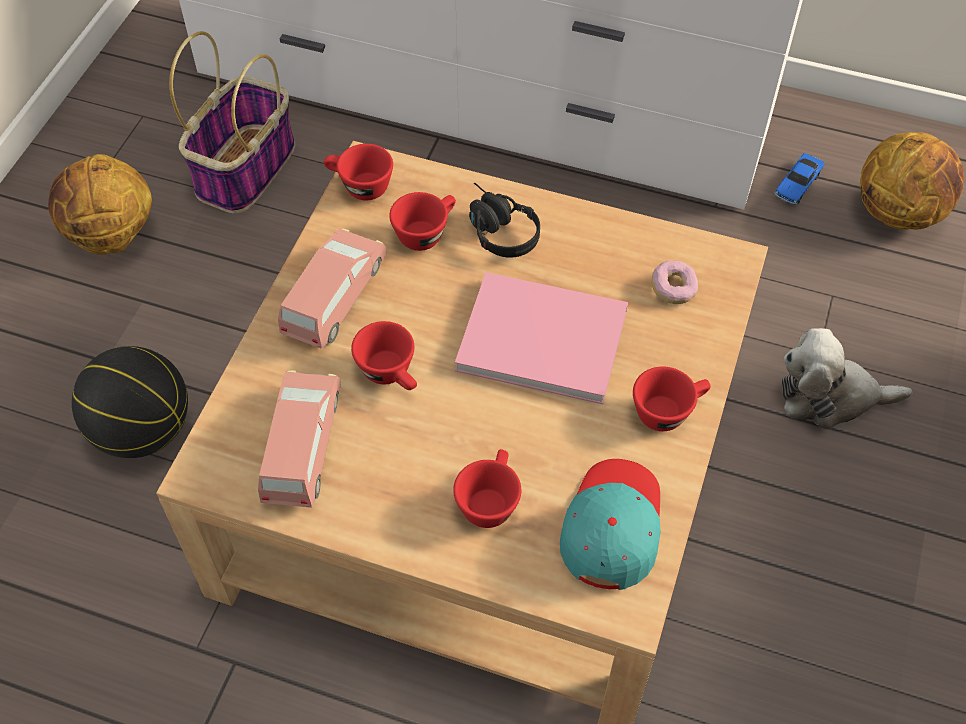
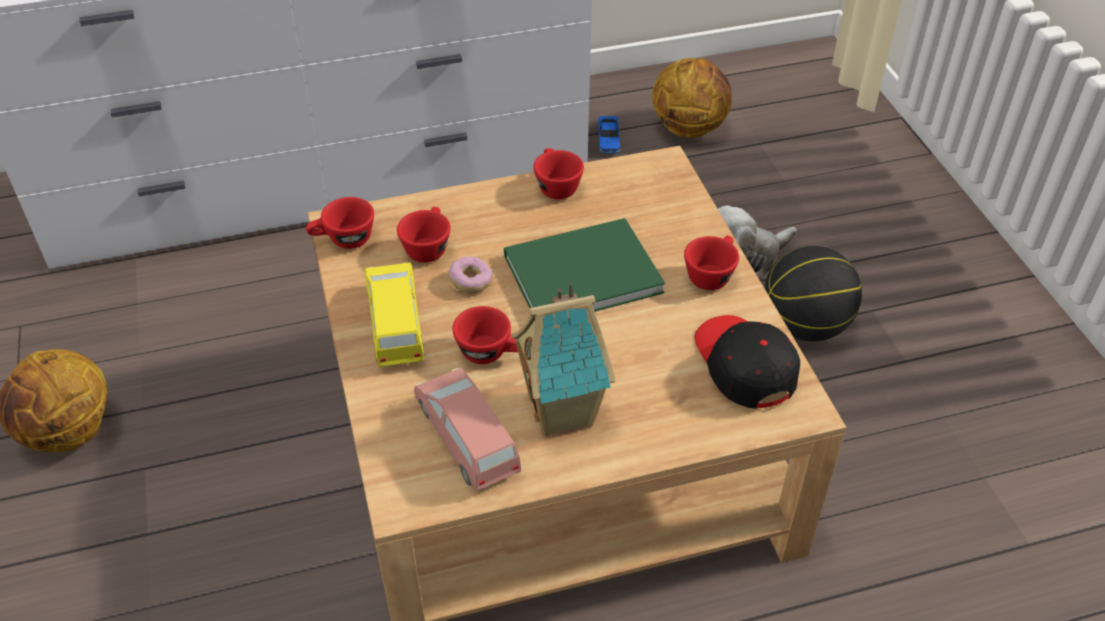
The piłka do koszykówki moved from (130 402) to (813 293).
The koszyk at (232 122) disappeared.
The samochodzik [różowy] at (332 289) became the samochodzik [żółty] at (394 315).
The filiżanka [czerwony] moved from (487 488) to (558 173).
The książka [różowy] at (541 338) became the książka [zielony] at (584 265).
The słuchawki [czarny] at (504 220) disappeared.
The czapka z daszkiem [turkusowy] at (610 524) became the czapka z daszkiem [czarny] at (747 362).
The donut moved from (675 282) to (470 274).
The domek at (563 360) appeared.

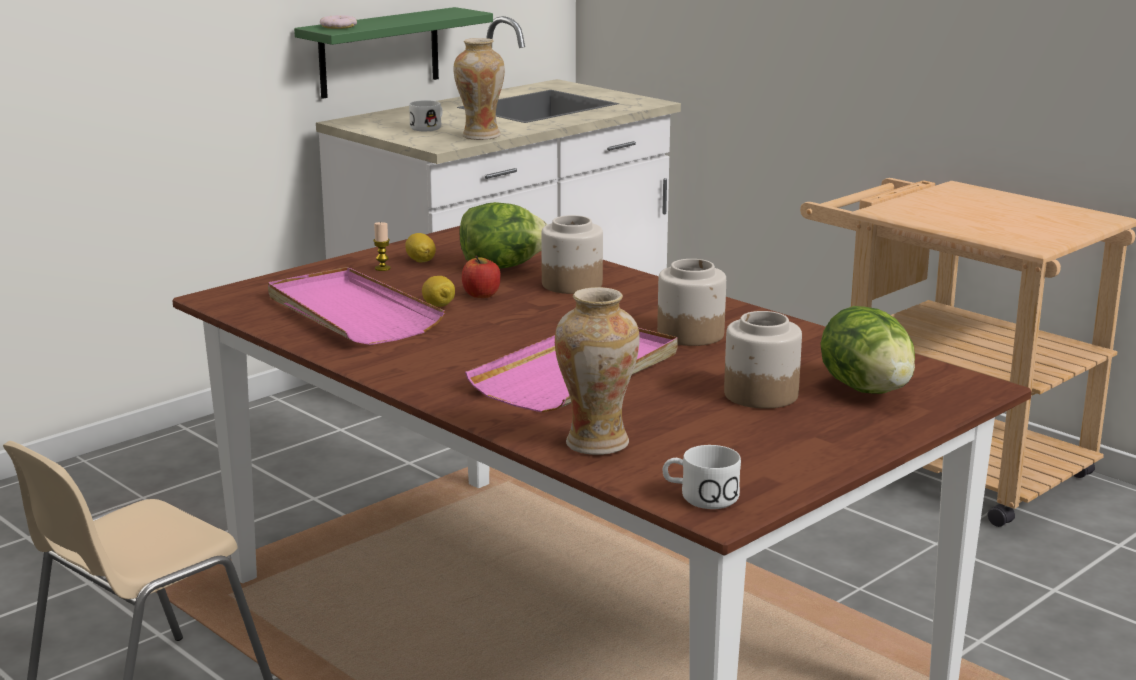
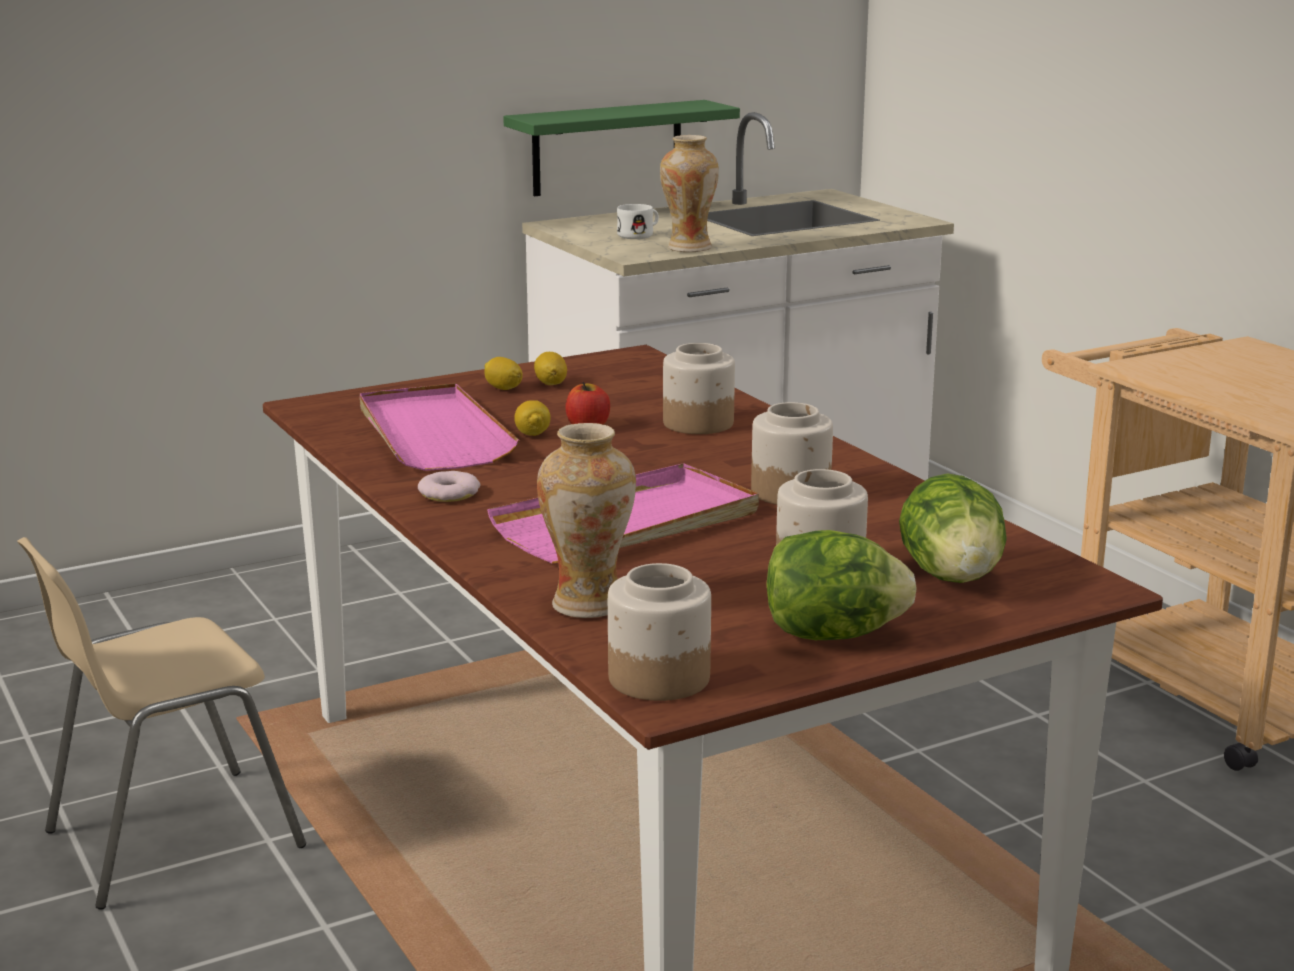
The donut moved from (338 22) to (449 486).
The świeca at (382 246) was replaced by the cytryna at (503 373).
The sałata moved from (503 235) to (841 585).
The kubek [biały] at (701 477) was replaced by the słoik at (659 632).

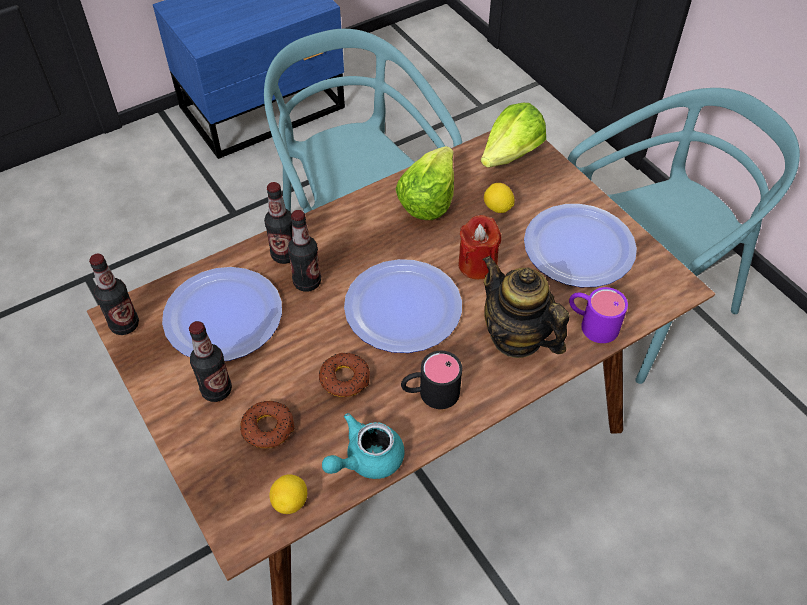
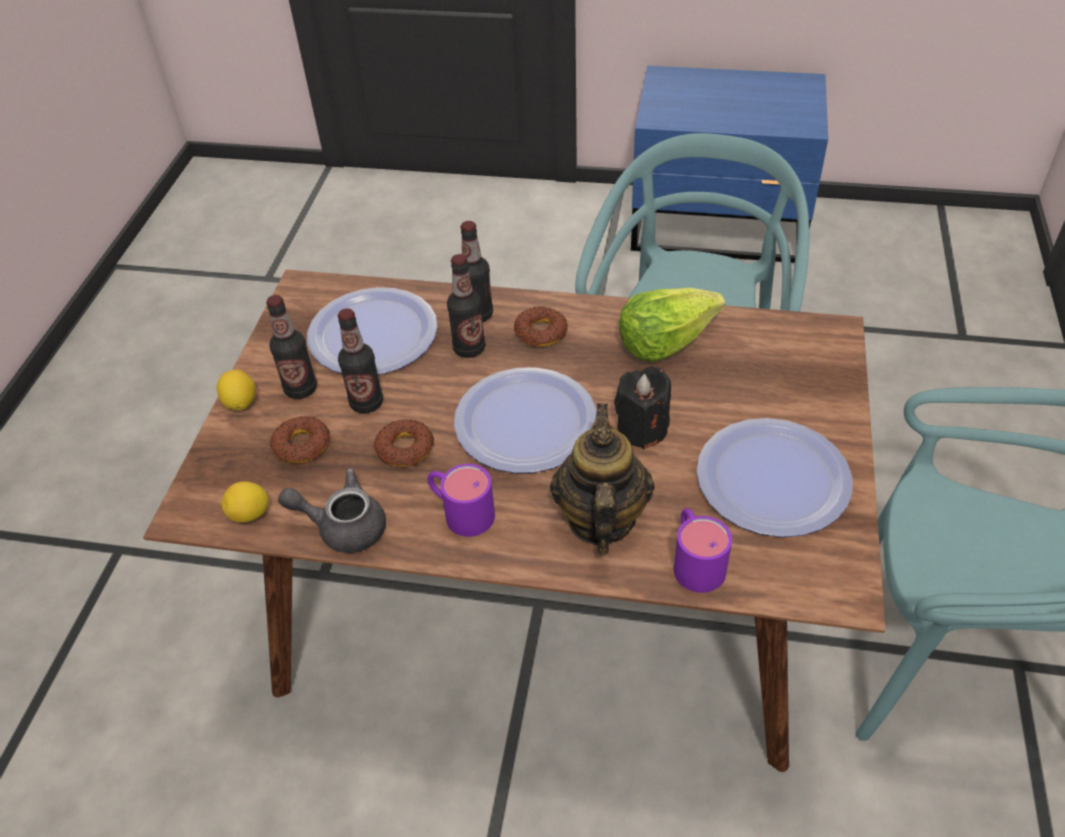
The butelka moved from (114 294) to (360 361).
The imbryk [turkusowy] at (363 446) became the imbryk [szary] at (332 510).
The kubek [czarny] at (431 380) became the kubek [fioletowy] at (461 500).
The świeca [czerwony] at (479 247) became the świeca [czarny] at (642 407).
The sałata at (513 135) disappeared.
The cytryna moved from (499 198) to (236 390).
The donut at (541 326) appeared.

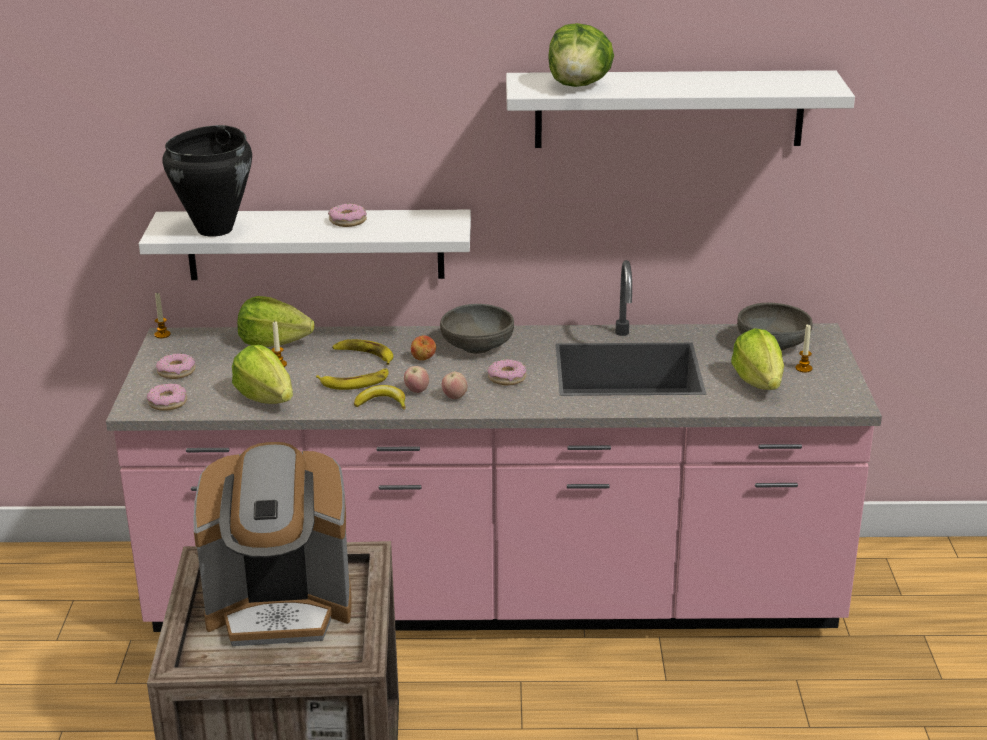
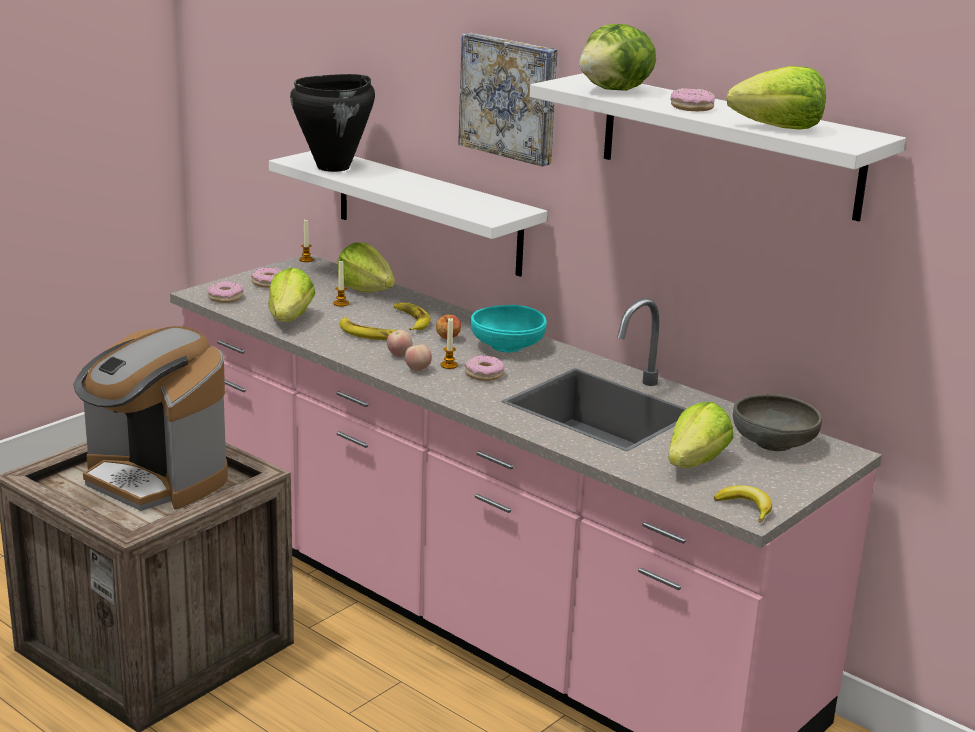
The donut moved from (347 215) to (693 99).
The banan moved from (380 397) to (743 504).
The miska [szary] at (477 329) became the miska [turkusowy] at (509 329).
The świeca moved from (803 348) to (449 343).
The obraz at (508 100) appeared.
The sałata at (776 98) appeared.

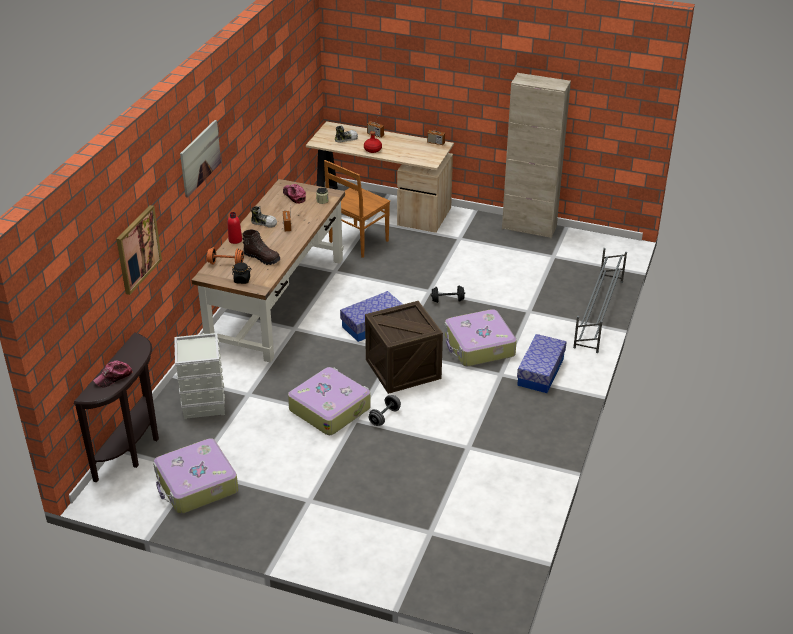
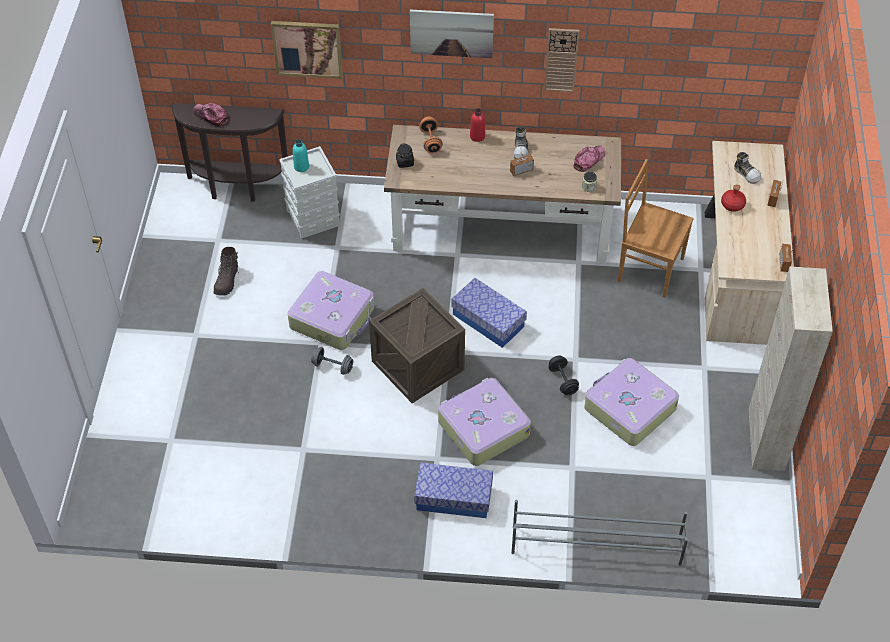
The walizka moved from (195 476) to (631 402).
The but z cholewką [brązowy] moved from (261 247) to (226 271).
The butelka [turkusowy] at (301 155) appeared.
The zegar ścienny at (561 60) appeared.

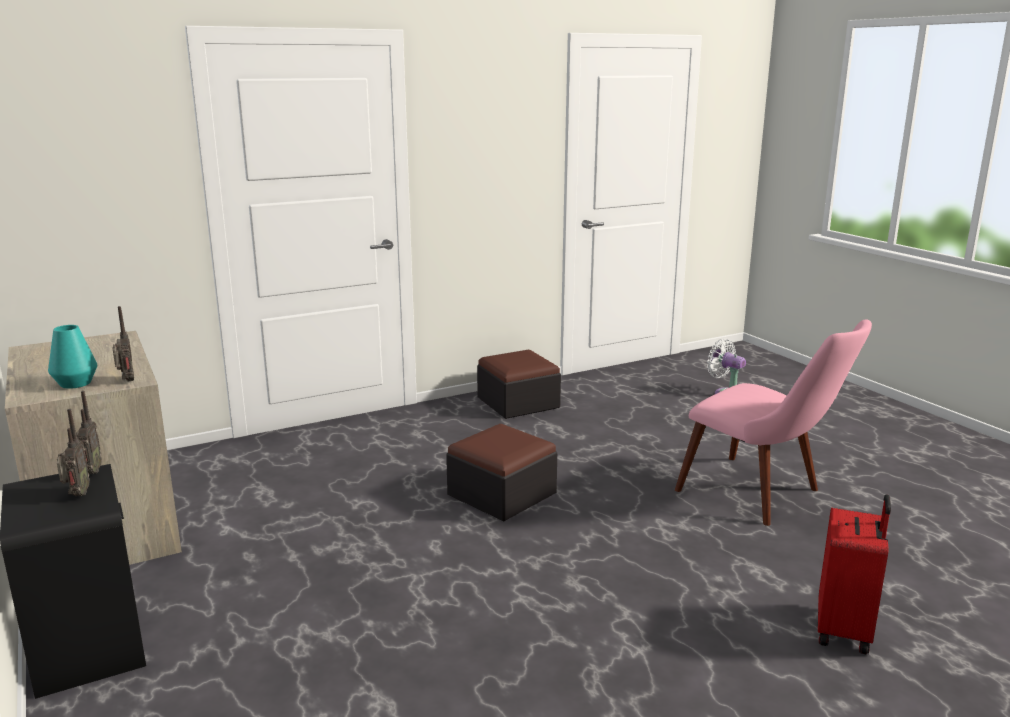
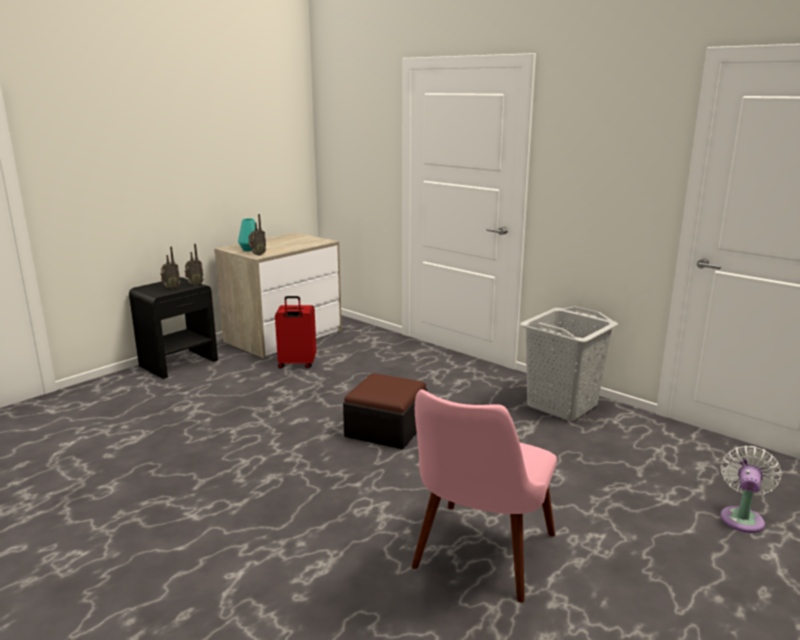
The pufa at (519 384) was replaced by the kosz na pranie [szary] at (569 364).
The walizka [czerwony] moved from (854 574) to (295 332).

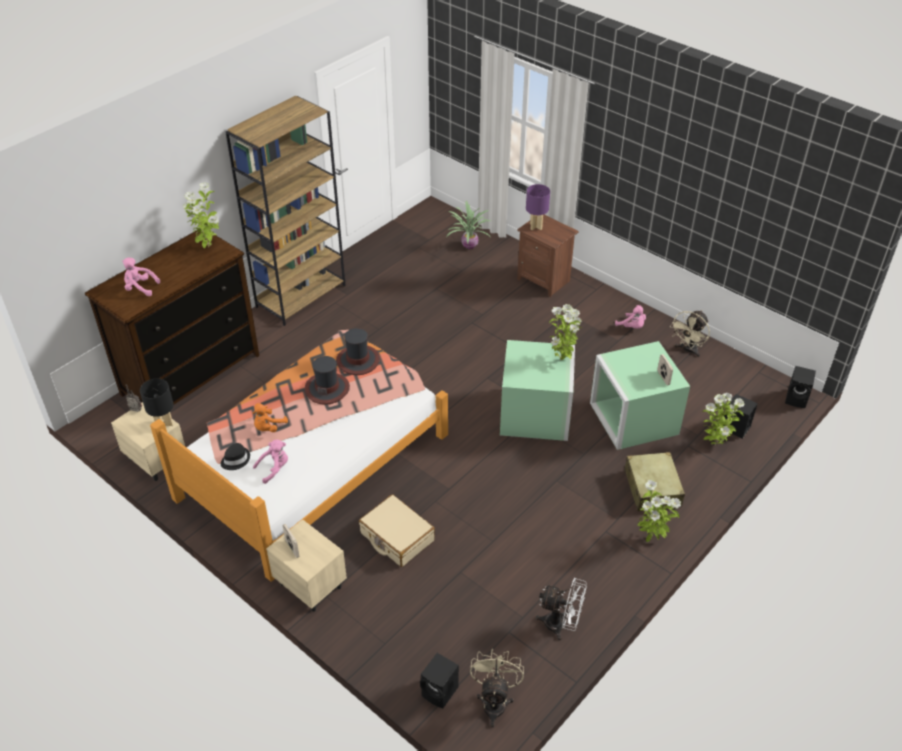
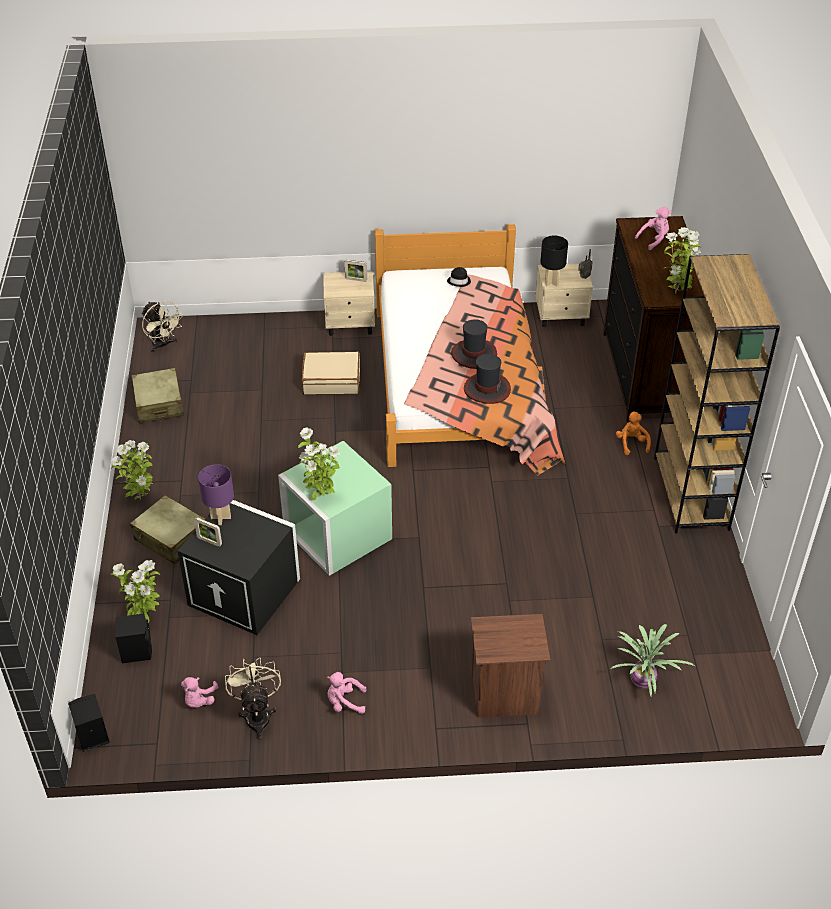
The pluszak [pomarańczowy] moved from (270 417) to (633 433).
The pluszak [różowy] moved from (270 462) to (199 692).
The głośnik [czarny] at (439 681) disappeared.
The lampa stołowa [fioletowy] moved from (538 207) to (216 494).
The wentylator [biały] at (561 609) was replaced by the walizka [beżowy] at (158 395).
The pojemnik do przechowywania [zielony] at (640 395) became the pojemnik do przechowywania [czarny] at (239 567).

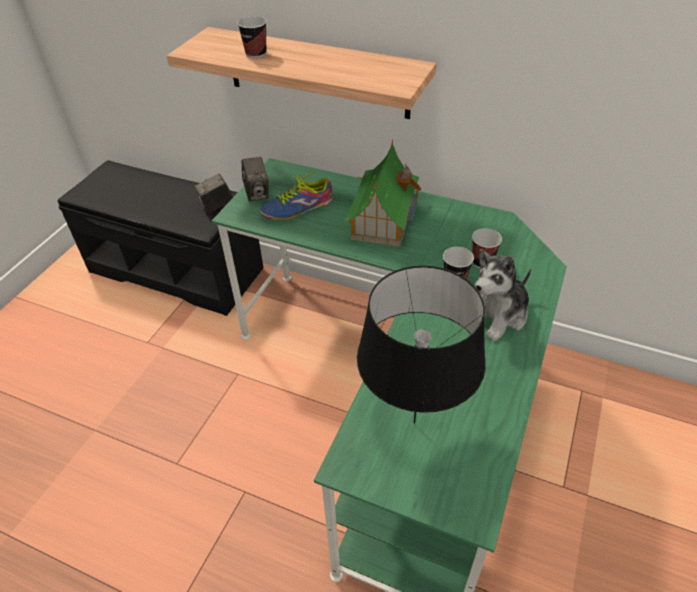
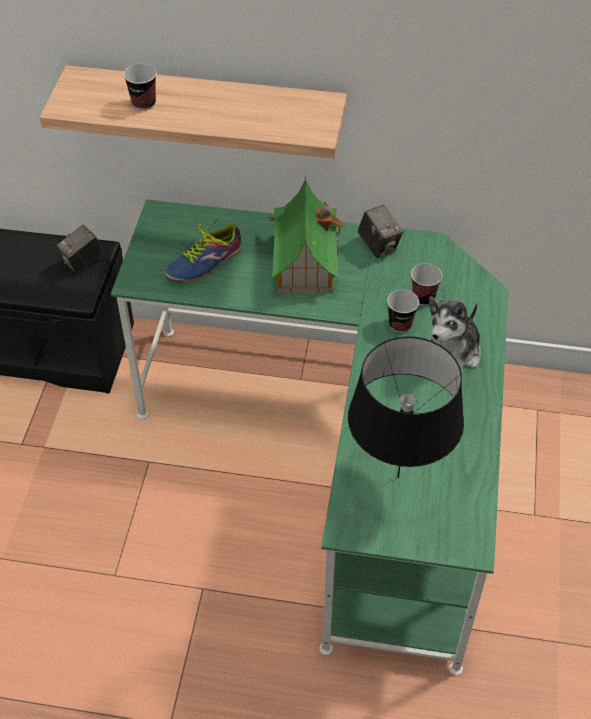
The aparat fotograficzny moved from (255 179) to (380 231).

